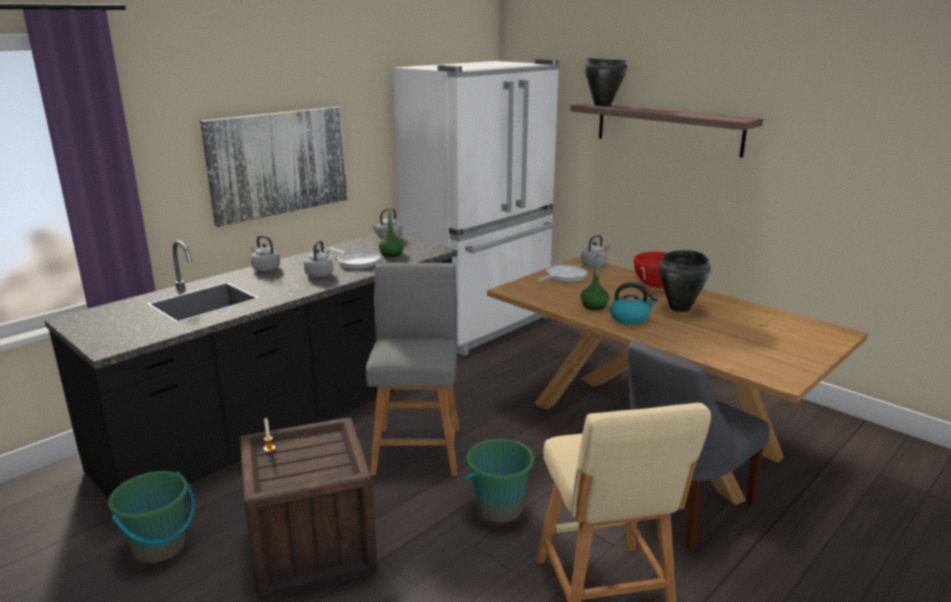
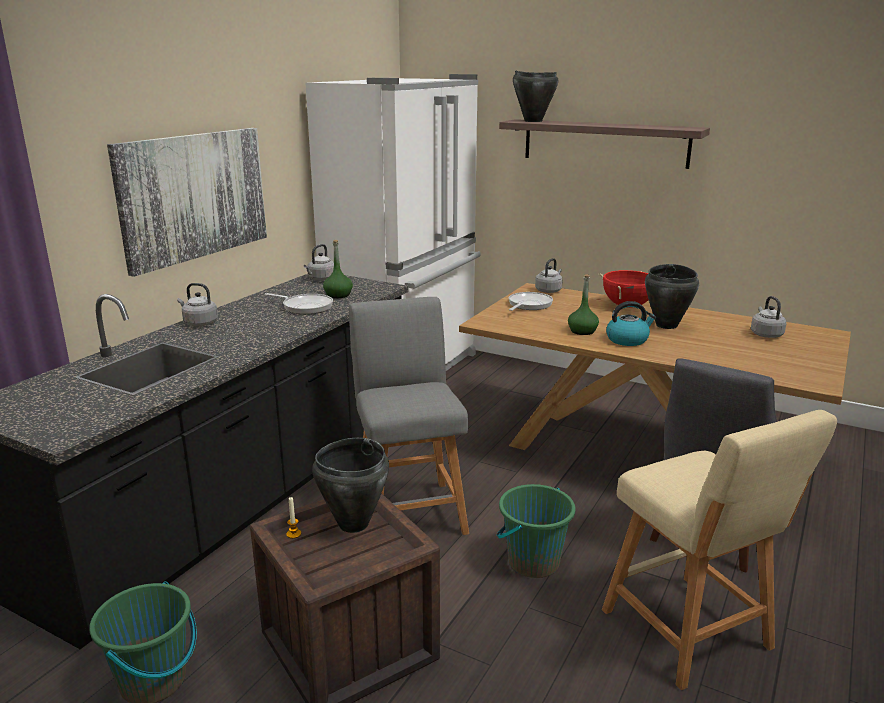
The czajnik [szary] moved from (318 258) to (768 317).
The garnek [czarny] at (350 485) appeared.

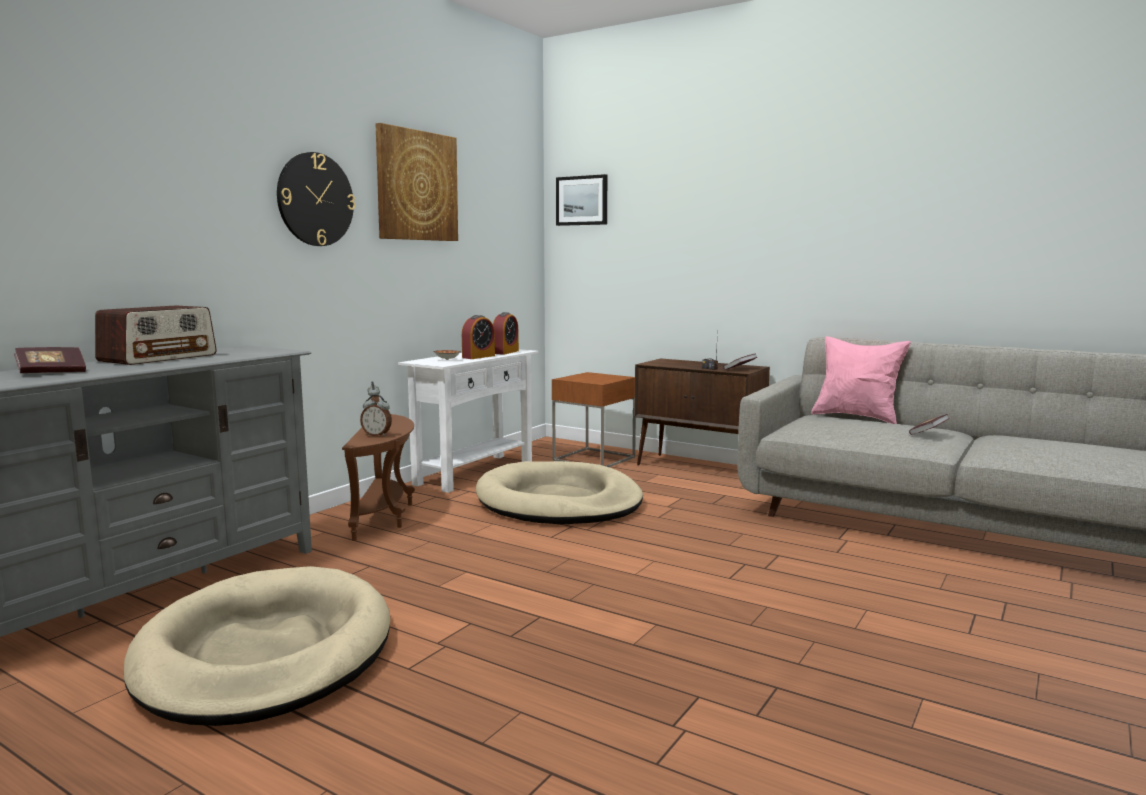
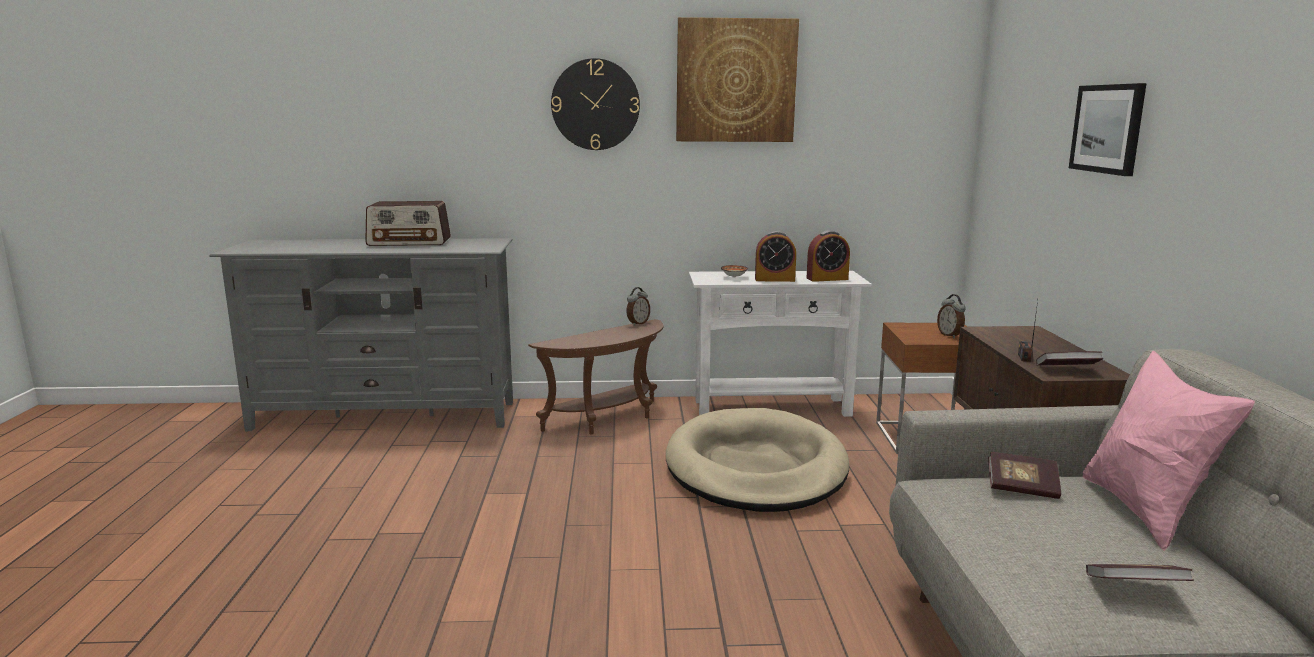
The książka moved from (50 360) to (1024 475).
The legowisko [beżowy] at (257 646) disappeared.
The budzik moved from (376 415) to (951 316).
The obraz moved from (581 200) to (1108 129).

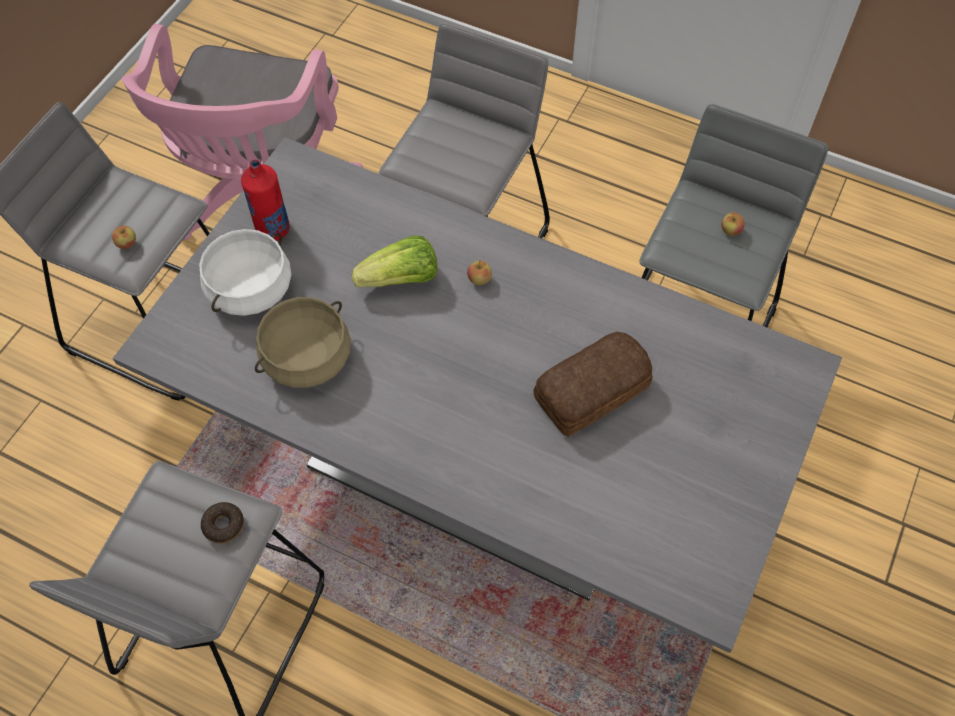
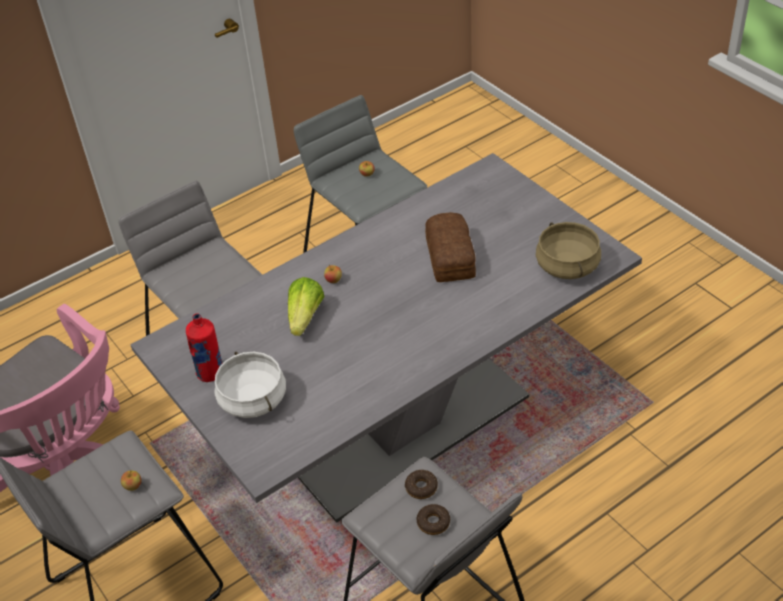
The garnek [beżowy] moved from (303 342) to (568 250).
The donut at (433 519) appeared.

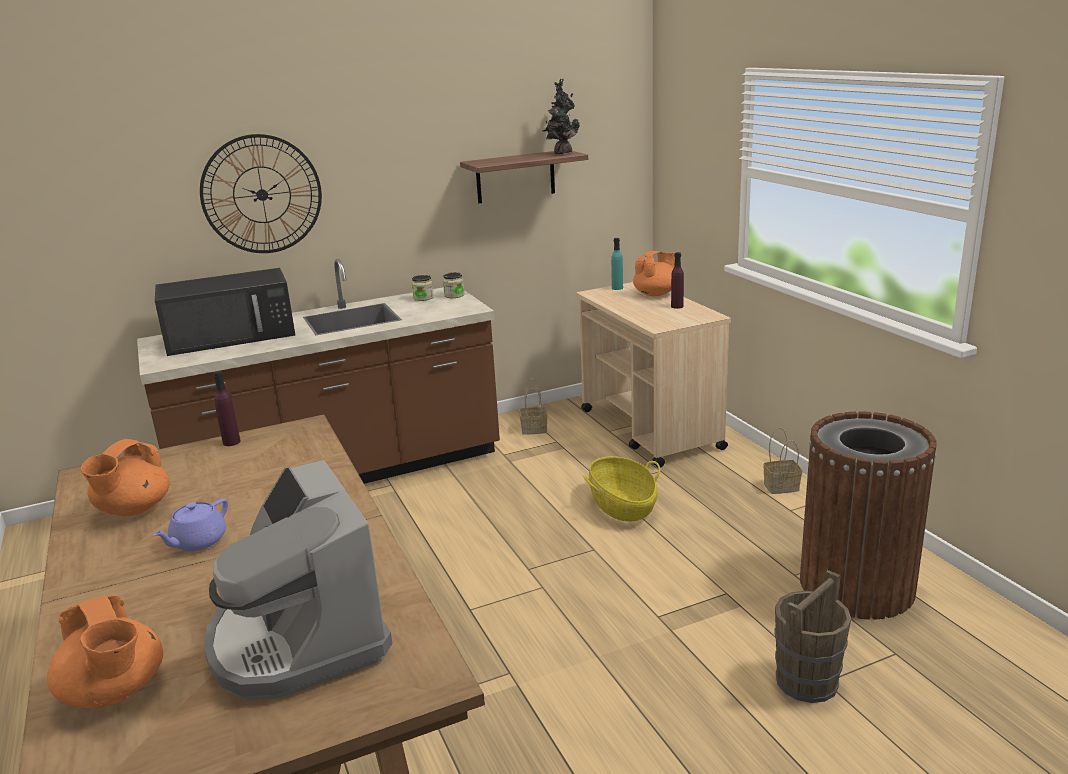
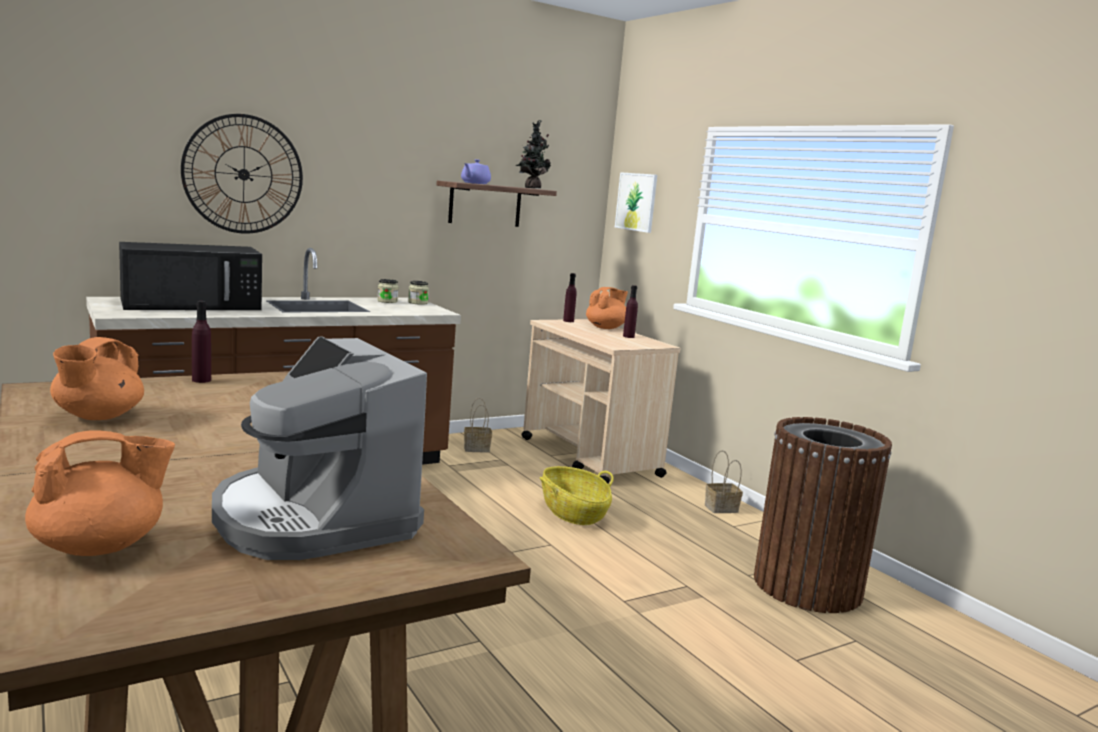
The imbryk [pomarańczowy] at (105 651) turned 75 degrees counterclockwise.
The imbryk [fioletowy] moved from (190 525) to (476 171).
The butelka [turkusowy] at (617 264) became the butelka [fioletowy] at (570 297).
The wiadro [brązowy] at (812 636) disappeared.
The obraz at (636 202) appeared.

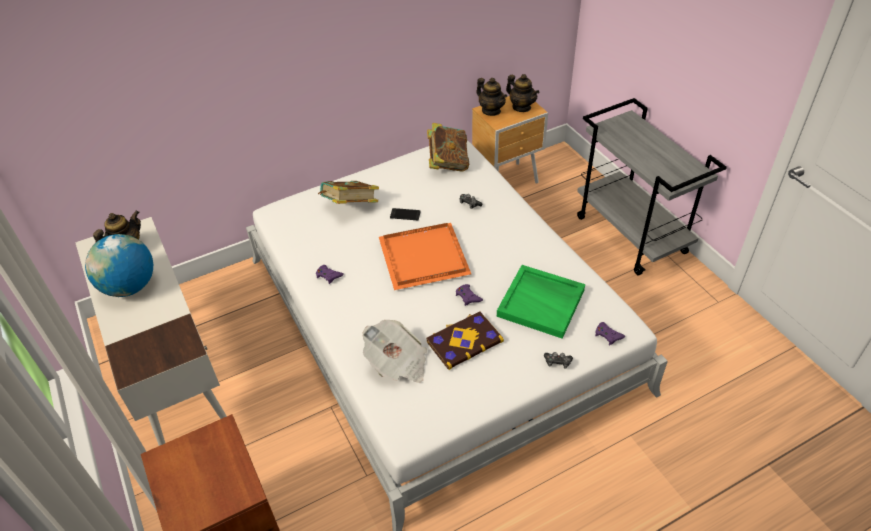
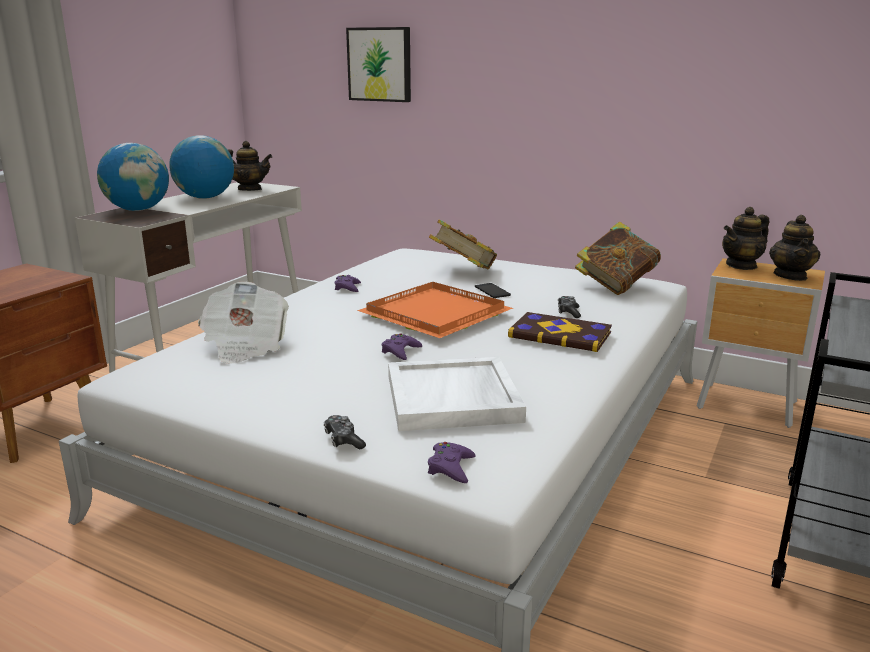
The książka moved from (465 341) to (560 332).
The imbryk at (491 97) turned 45 degrees clockwise.
The taca [zielony] at (541 302) became the taca [biały] at (457 394).
The globus at (133 177) appeared.
The obraz at (378 64) appeared.

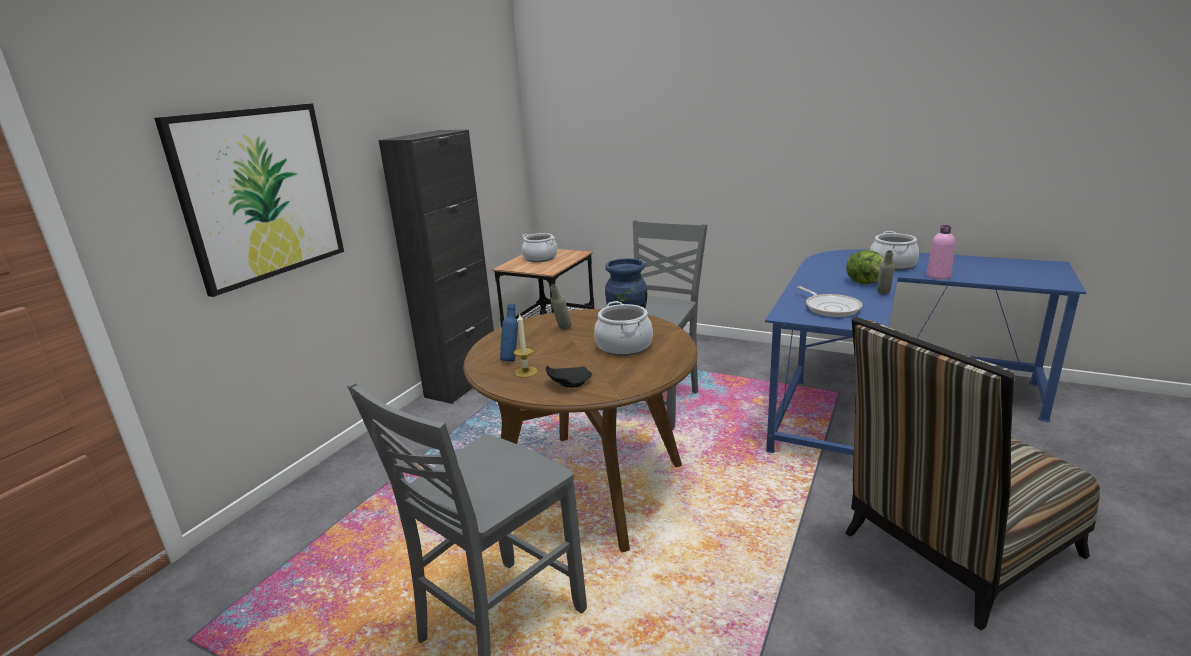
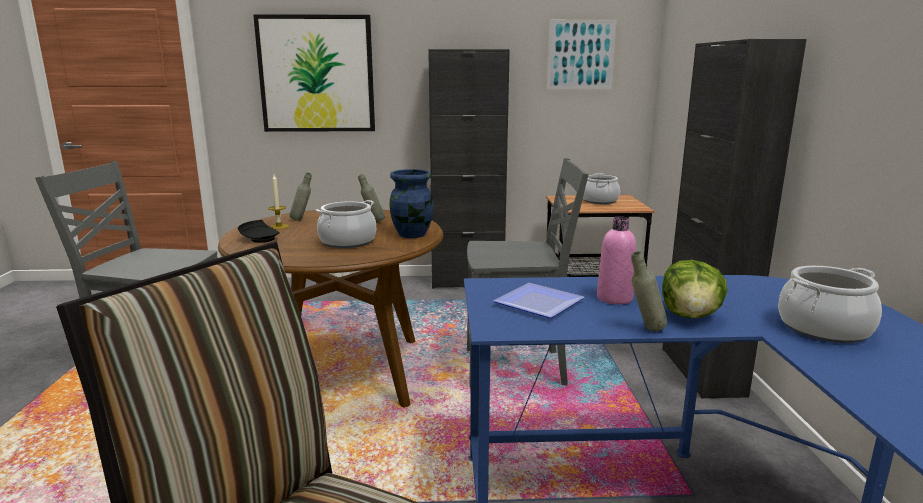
The butelka [niebieski] at (509 333) became the butelka [szary] at (301 196).
The patelnia at (829 301) was replaced by the talerz at (539 300).
The butelka [różowy] moved from (940 252) to (616 261).
The obraz at (582 54) appeared.
The szafka [czarny] at (734 218) appeared.

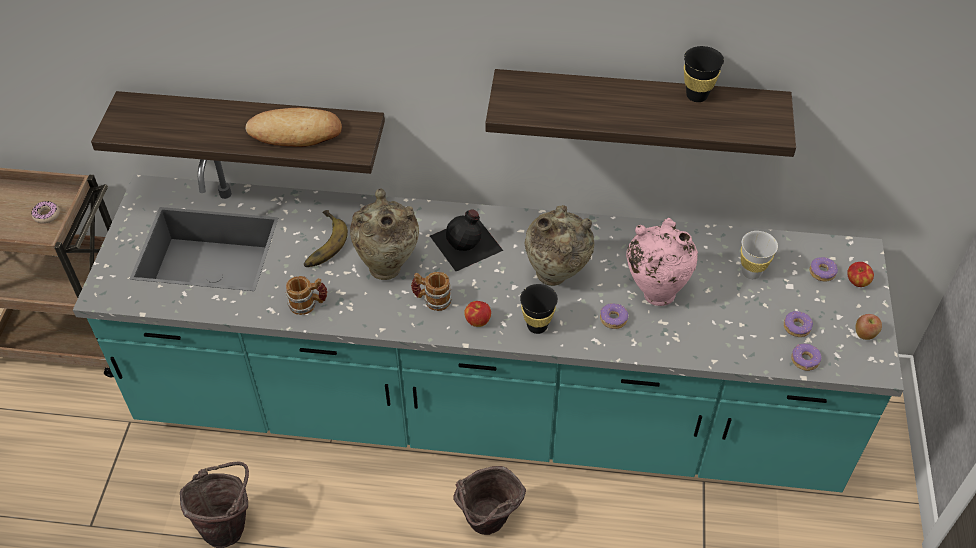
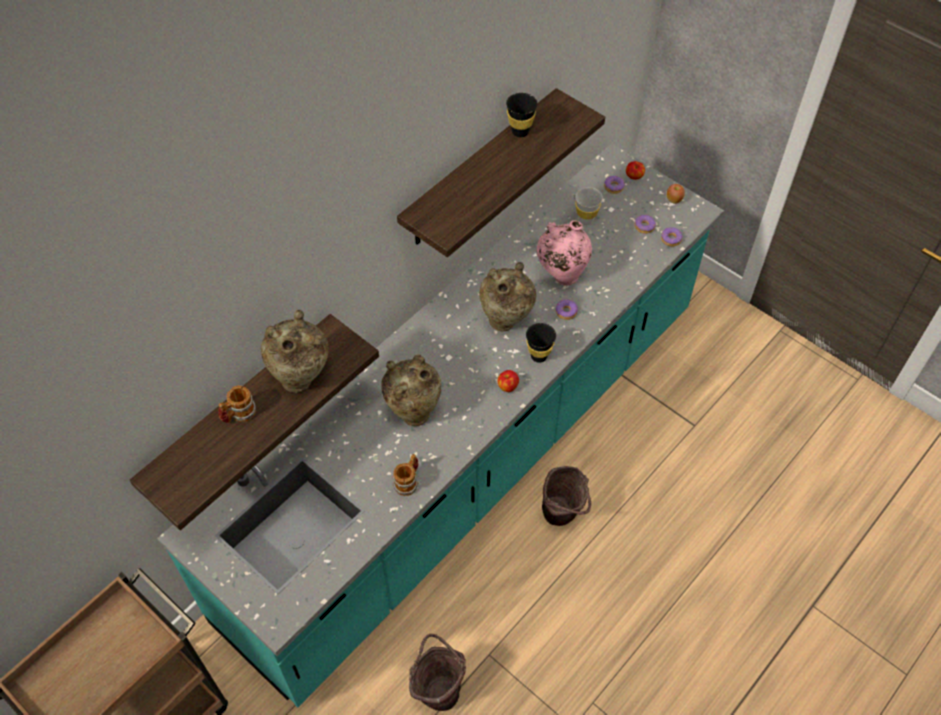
The donut at (46 212) disappeared.
The chleb at (294 127) was replaced by the wazon [beżowy] at (295 351).
The banan at (326 238) disappeared.
The kubek moved from (431 291) to (237 404).
The butelka [czarny] at (466 240) disappeared.

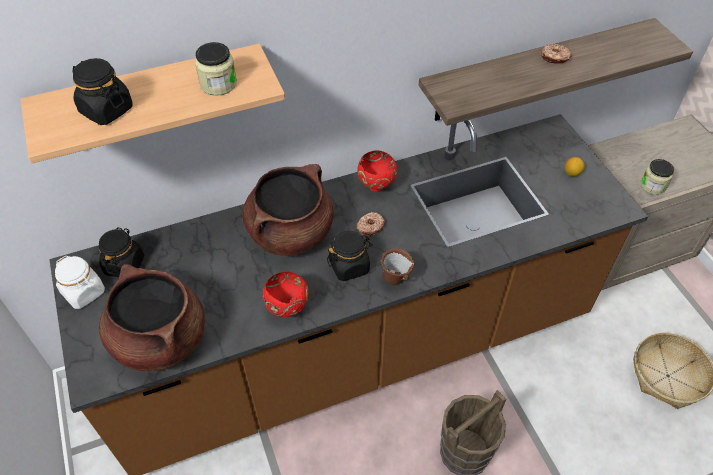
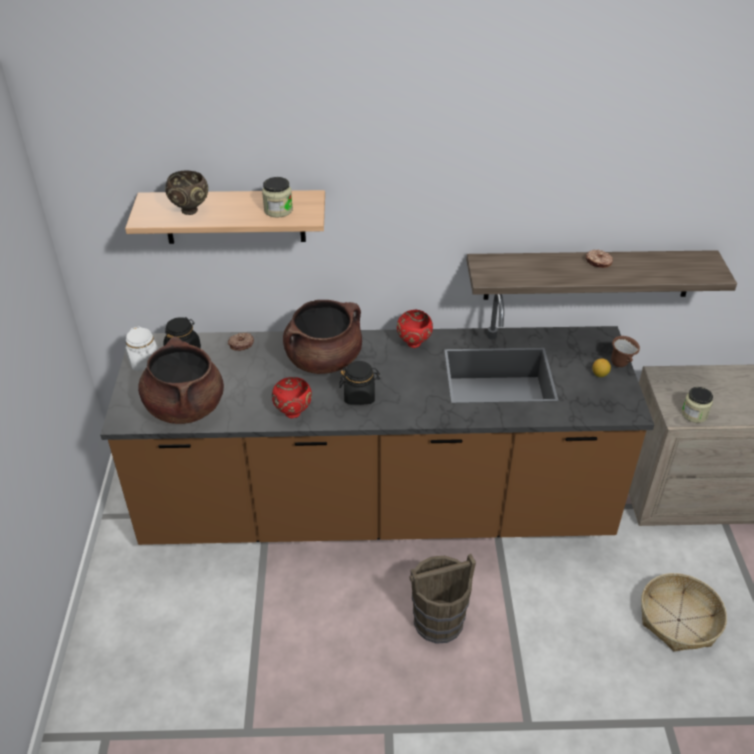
The słoik [czarny] at (103 91) was replaced by the miska [brązowy] at (186 193).
The donut moved from (371 224) to (241 342).
The kubek [brązowy] moved from (397 266) to (625 351).

